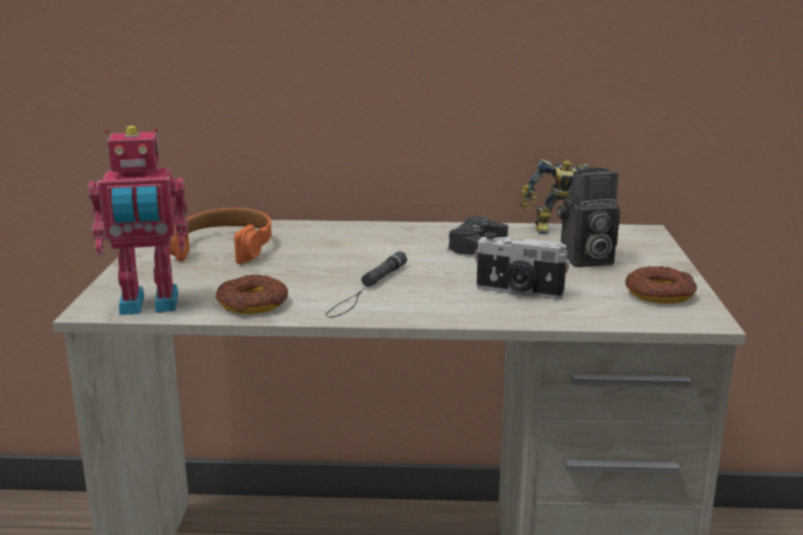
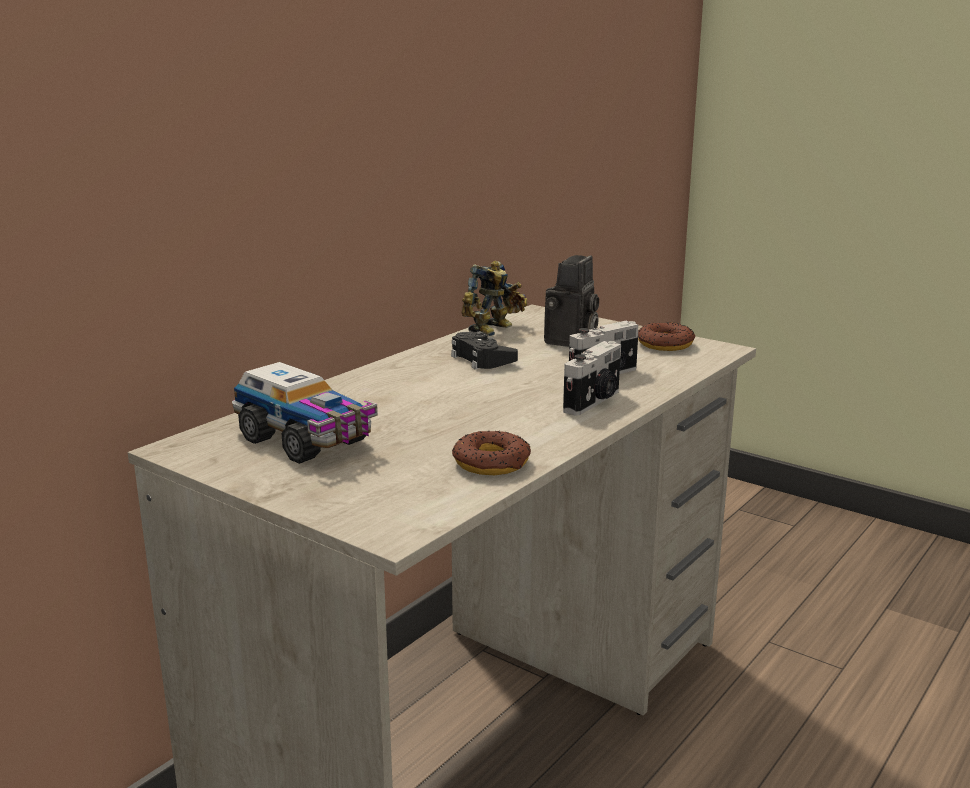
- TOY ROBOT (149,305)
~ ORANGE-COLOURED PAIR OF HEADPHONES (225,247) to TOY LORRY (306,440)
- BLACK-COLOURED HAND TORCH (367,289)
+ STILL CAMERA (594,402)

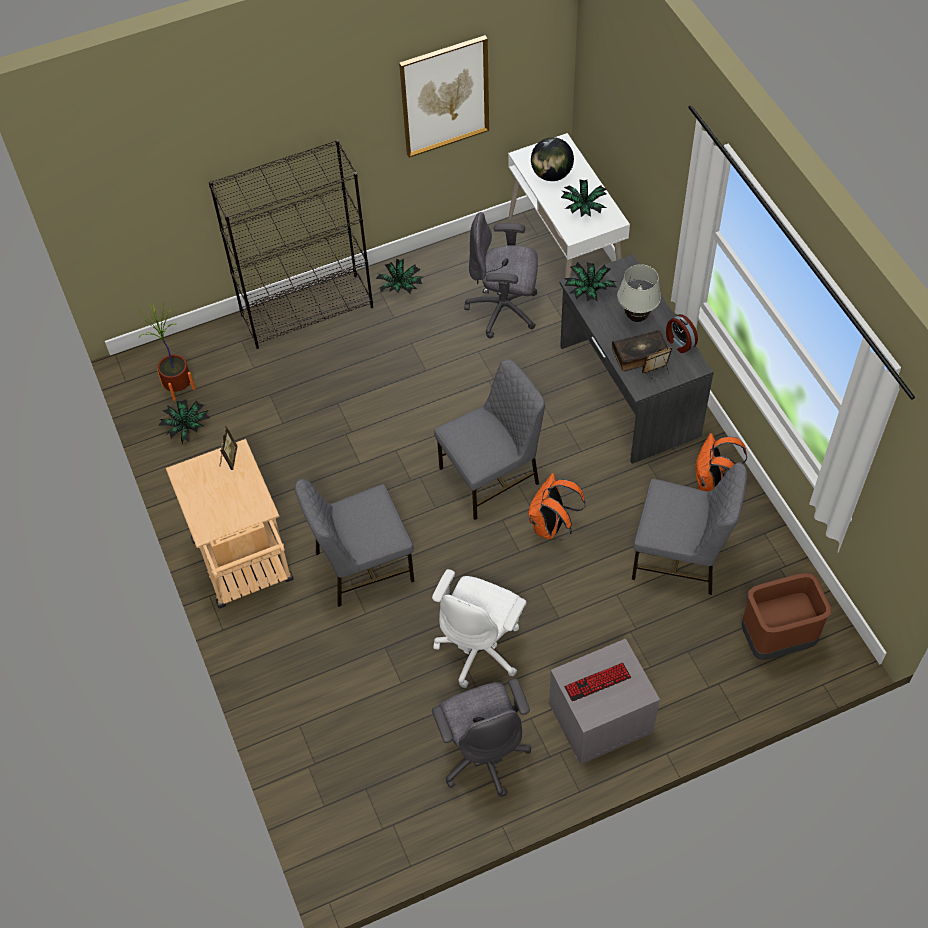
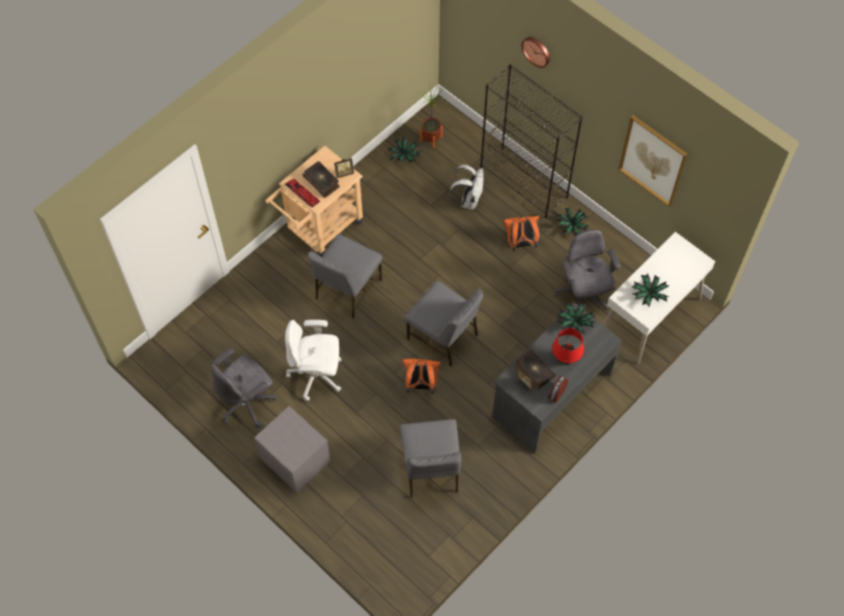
- WORLD GLOBE (551,174)
~ WHITE-COLOURED LAMP FOR A TABLE (637,317) to RED-COLOURED LAMP FOR A TABLE (565,359)
~ ORANGE-COLOURED KNAPSACK (712,486) to (520,244)
~ GREY PLAIN CHAIR (362,566) = (347,289) 105 degrees counterclockwise
- BROWNISH WASTE BIN (776,639)
~ COMPUTER KEYBOARD (597,682) to (302,193)
+ HANGING CLOCK (537,51)
+ VOLUME (322,182)
+ WHITE-COLOURED KNAPSACK (468,200)

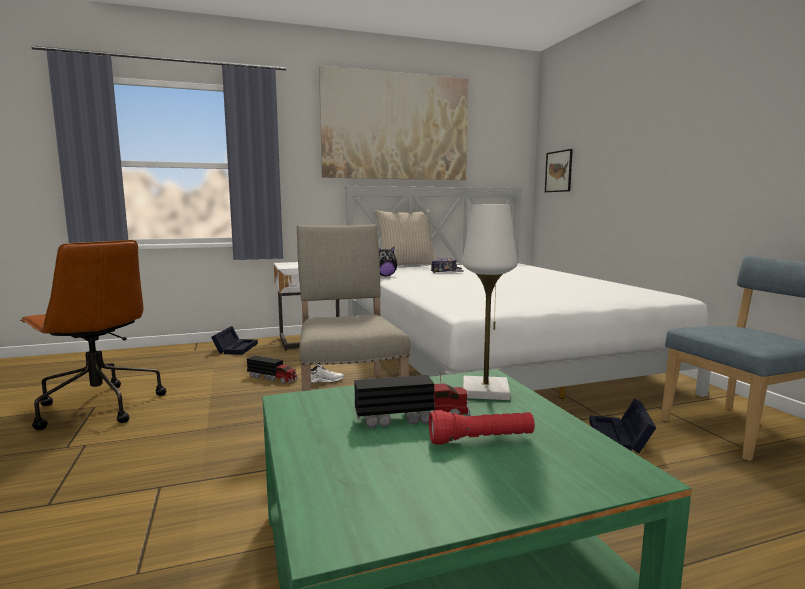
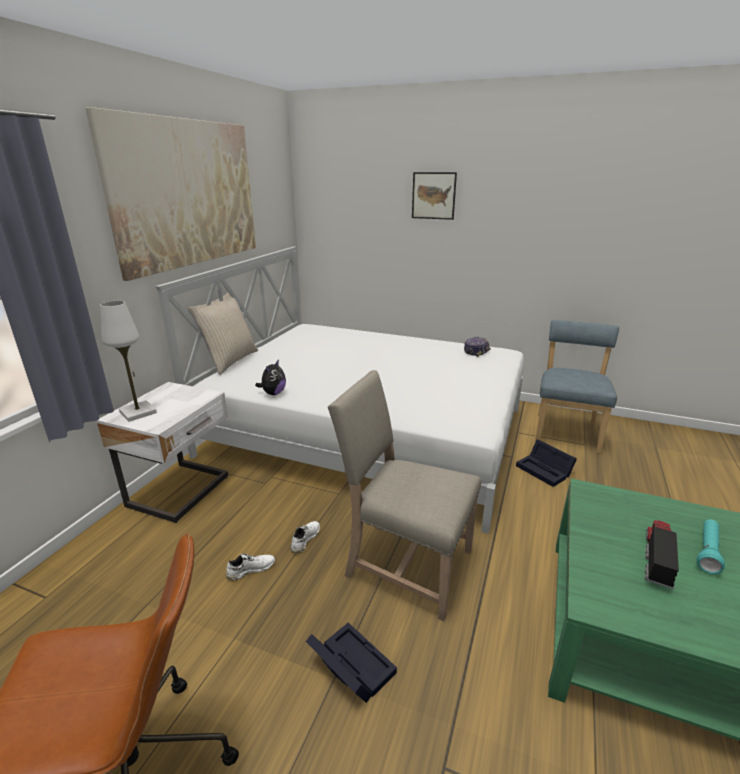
~ WALL ART (558,171) to (433,195)
~ WHITE-COLOURED LAMP FOR A TABLE (485,391) to (138,412)
~ BASEBALL CAP (446,272) to (476,351)
~ BLACK-COLOURED STORAGE BIN (235,348) to (349,666)
~ TOY LORRY (273,378) to WHITE-COLOURED ITEM OF FOOTWEAR (251,569)
~ RED-COLOURED HAND TORCH (481,440) to TURQUOISE-COLOURED HAND TORCH (707,552)

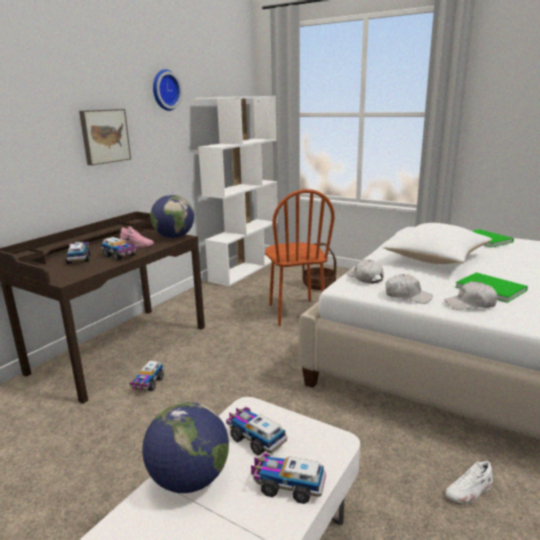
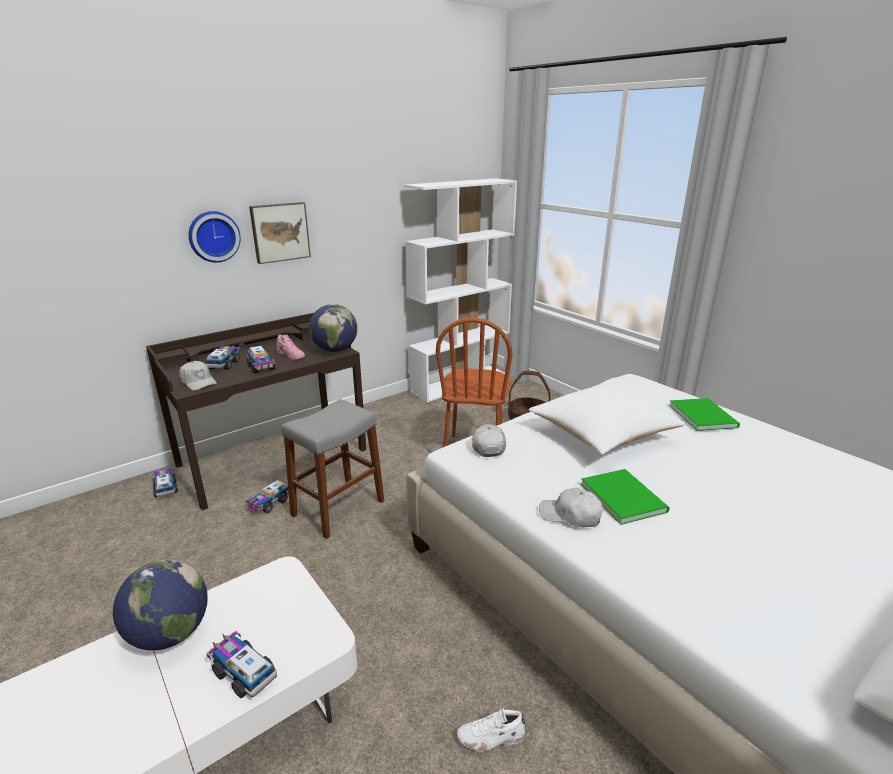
~ HANGING CLOCK (164,90) to (213,236)
~ WHITE-COLOURED BASEBALL CAP (407,296) to (198,382)
~ TOY LORRY (255,438) to (166,488)
+ GREY SITTING STOOL (338,508)

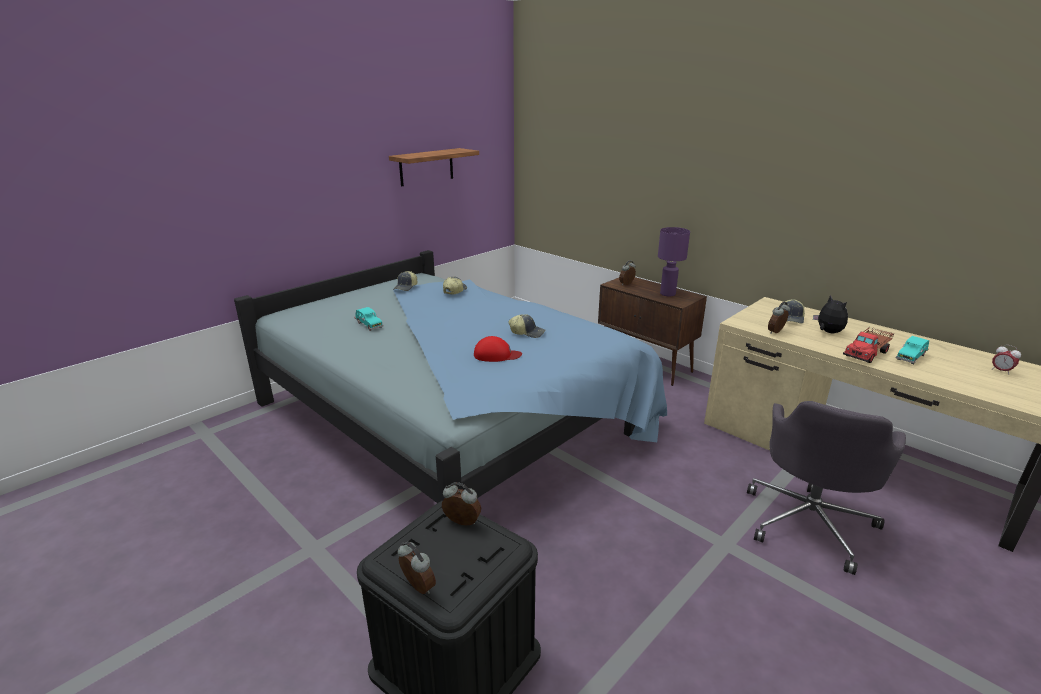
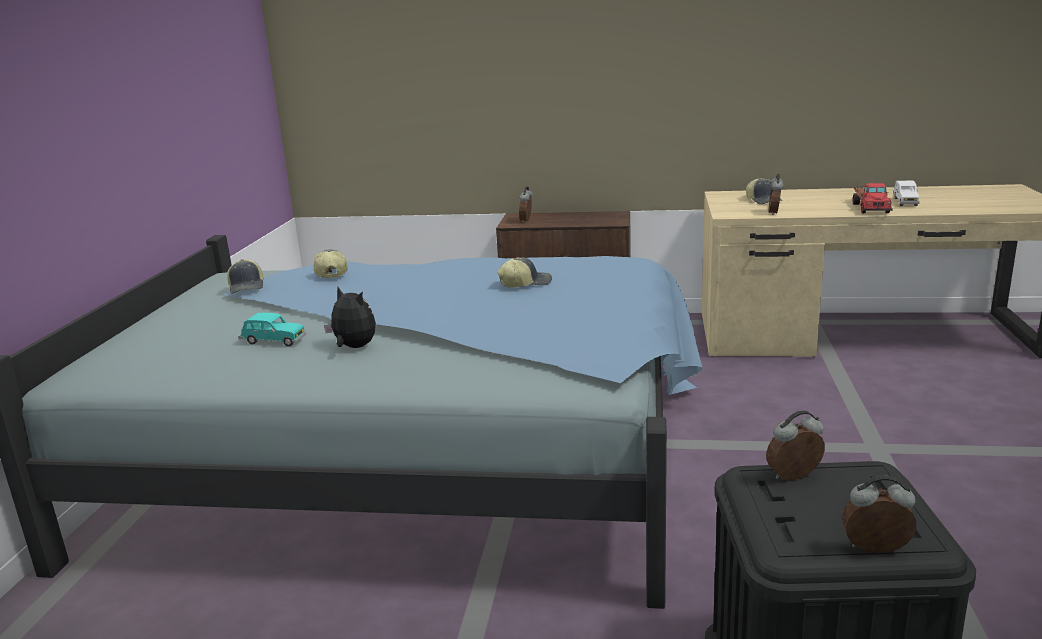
- WALL SHELF (426,167)
- PURPLISH LAMP FOR A TABLE (667,294)
~ PLUSH TOY (827,332) to (353,347)
- RED-COLOURED BASEBALL CAP (496,355)
~ TURQUOISE-COLOURED TOY CAR (911,357) to WHITE-COLOURED TOY CAR (905,202)
- ALARM CLOCK (1001,371)
- GREY OFFICE CHAIR (809,522)

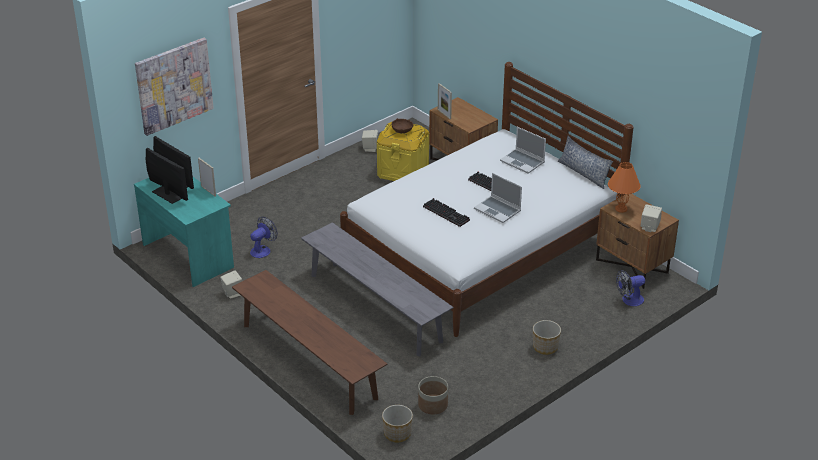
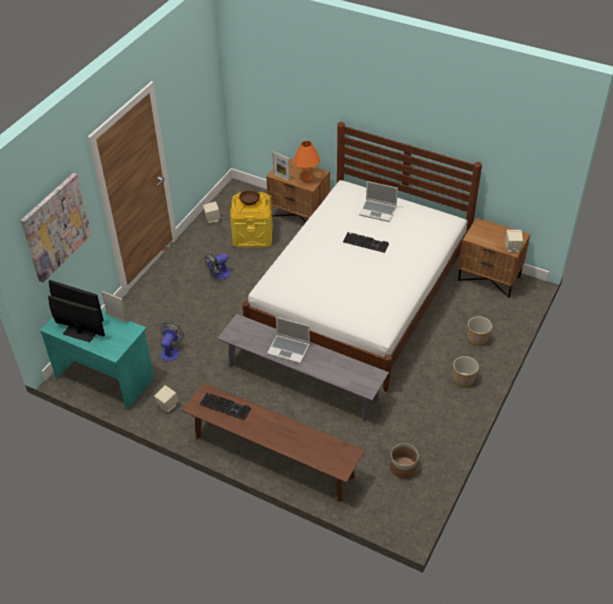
- CUSHION (583,173)
~ ORANGE-COLOURED LAMP FOR A TABLE (621,209) to (307,178)
~ NOTEBOOK COMPUTER (498,210) to (289,349)
~ COMPUTER KEYBOARD (447,213) to (226,406)
~ ELECTRIC FAN (629,300) to (219,275)
~ FLOWER POT (397,433) to (477,338)

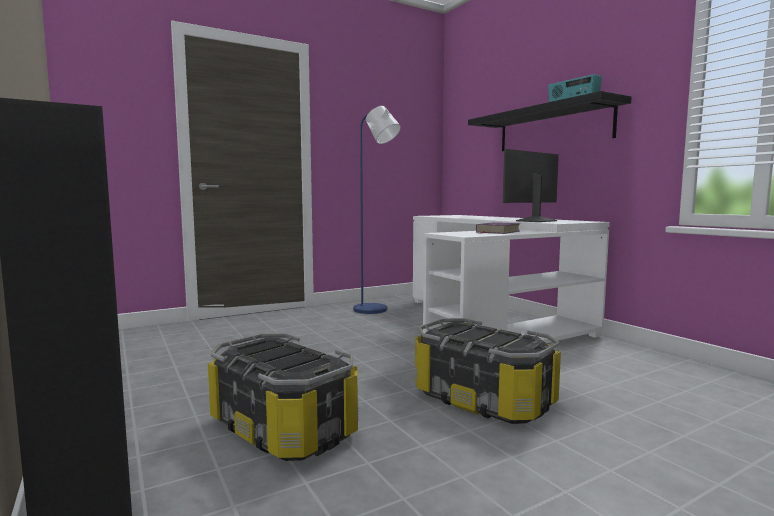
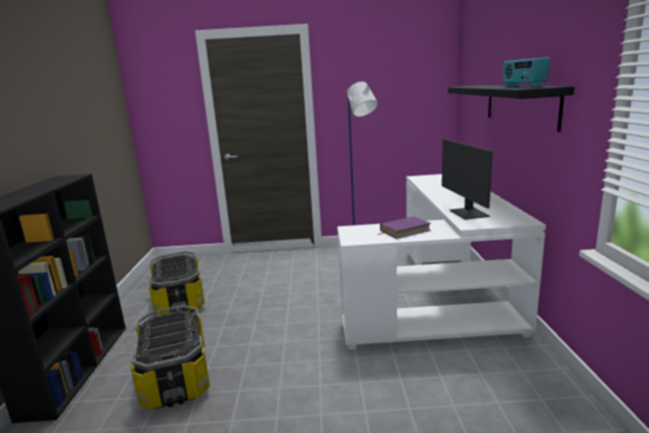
~ COMPUTER SCREEN (535,221) = (468,213) 90 degrees counterclockwise
~ STORAGE BIN (483,399) to (180,300)

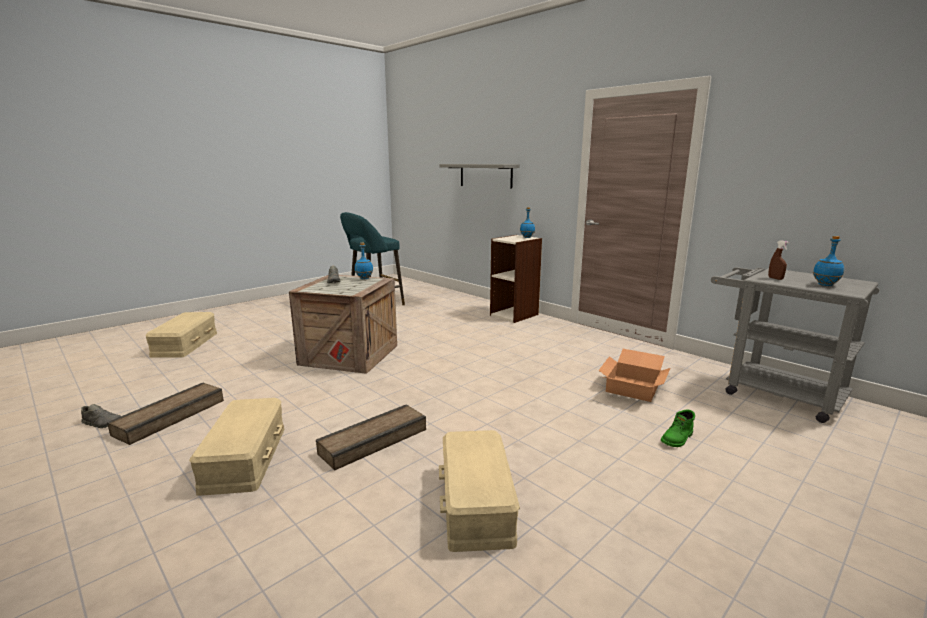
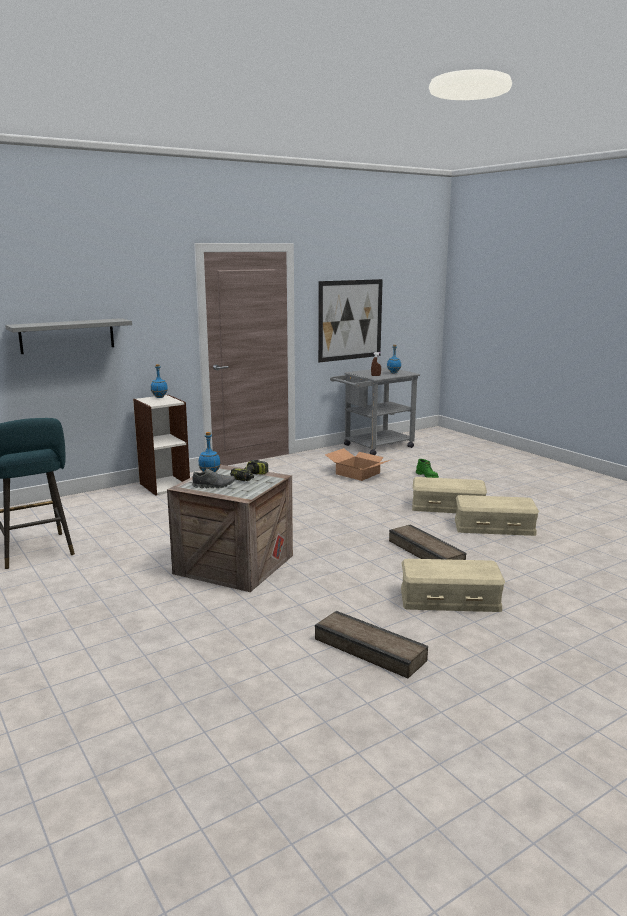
~ BEIGE STORAGE BIN (184,344) to (447,506)
- GREY ITEM OF FOOTWEAR (102,423)
+ WALL ART (350,320)
+ ELECTRIC DRILL (250,477)

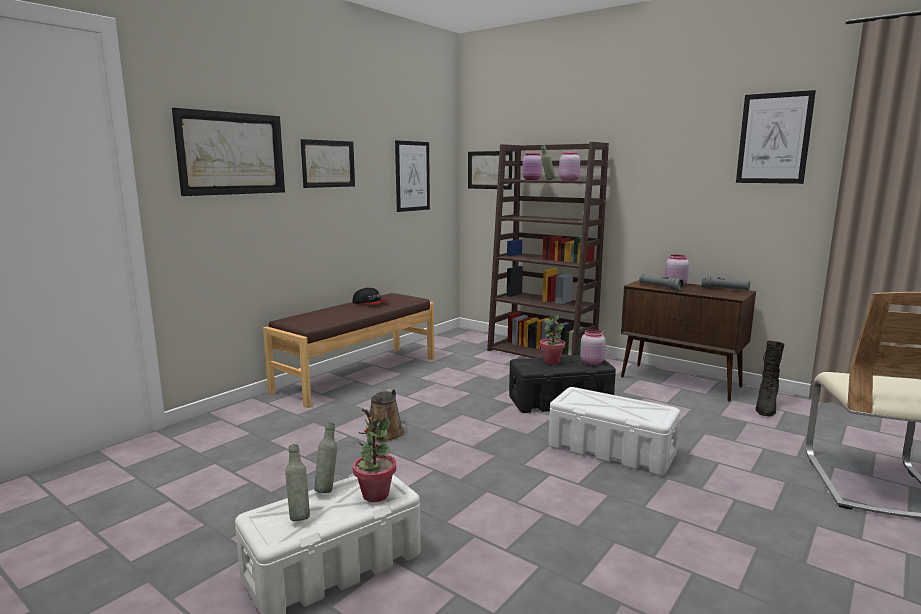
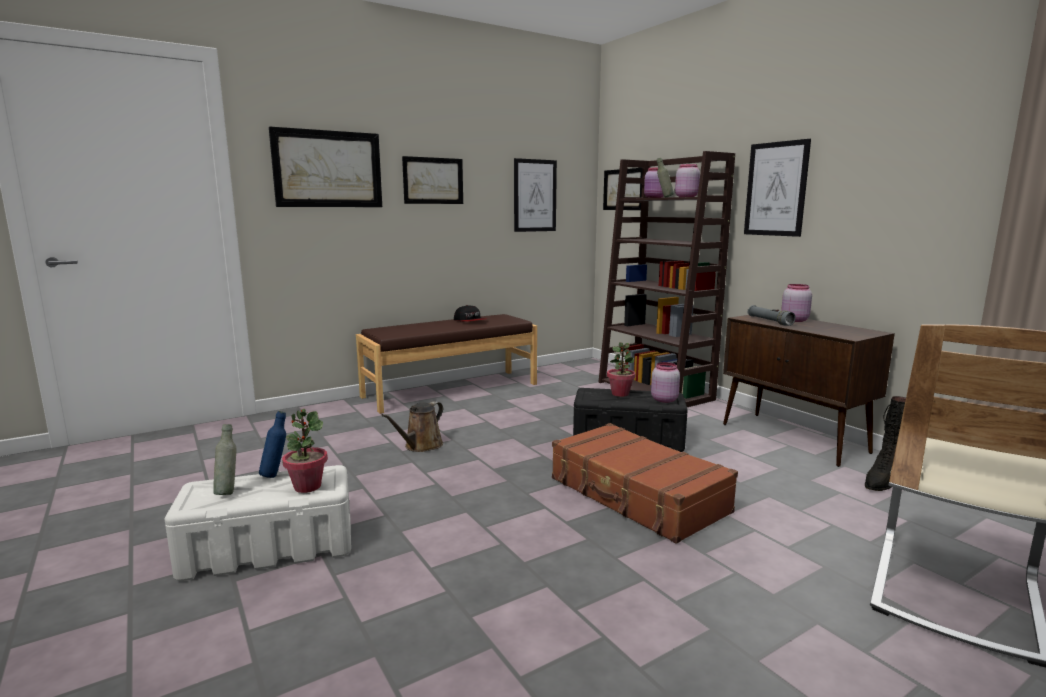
~ WALL ART (774,138) to (776,189)
- GREY HAND TORCH (725,289)
~ WHITE-COLOURED STORAGE BIN (612,450) to BROWNISH SUITCASE (636,496)
~ GREY BOTTLE (327,489) to BLUISH BOTTLE (276,474)

